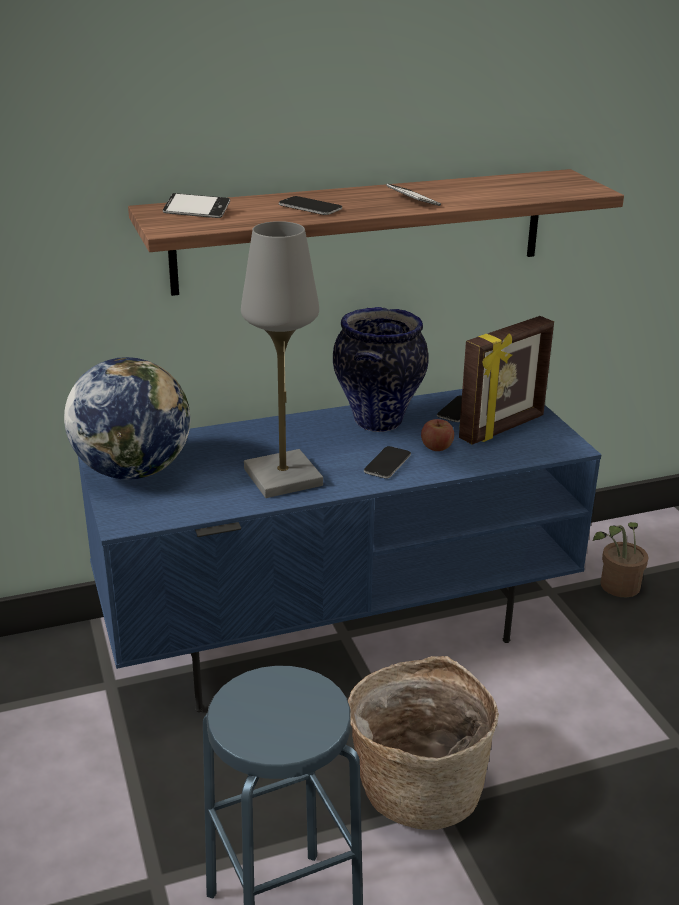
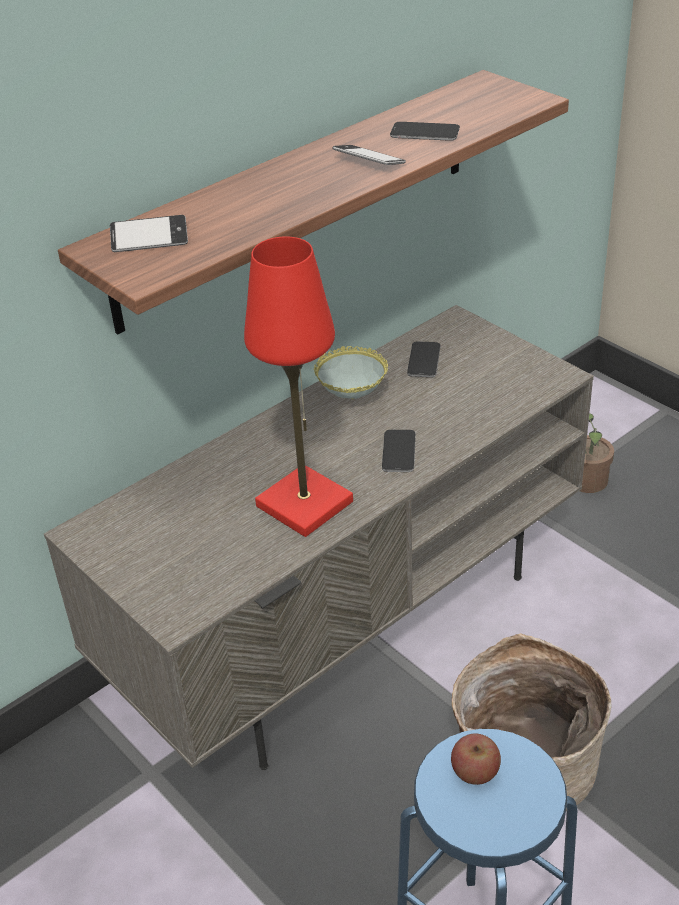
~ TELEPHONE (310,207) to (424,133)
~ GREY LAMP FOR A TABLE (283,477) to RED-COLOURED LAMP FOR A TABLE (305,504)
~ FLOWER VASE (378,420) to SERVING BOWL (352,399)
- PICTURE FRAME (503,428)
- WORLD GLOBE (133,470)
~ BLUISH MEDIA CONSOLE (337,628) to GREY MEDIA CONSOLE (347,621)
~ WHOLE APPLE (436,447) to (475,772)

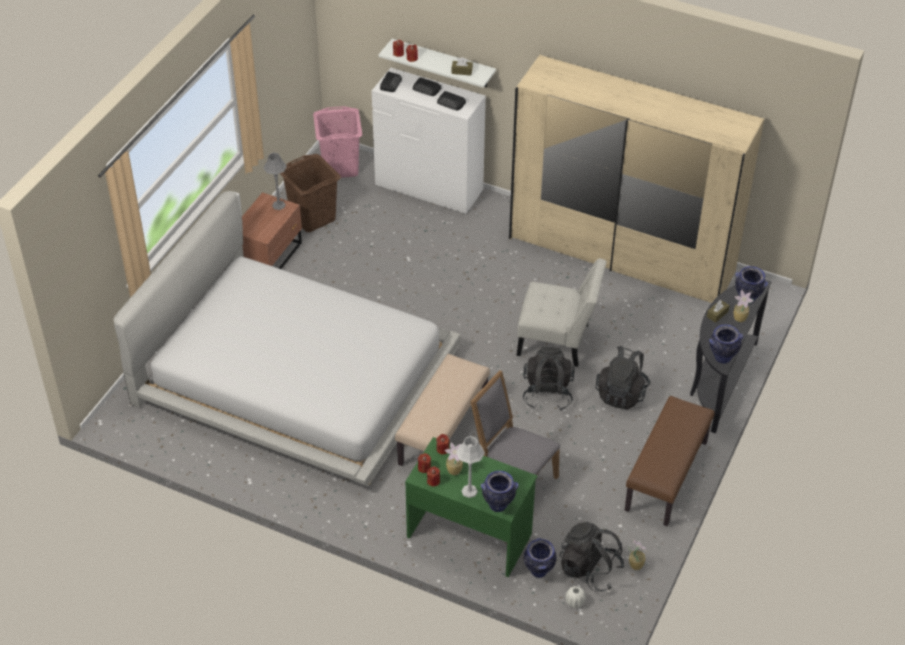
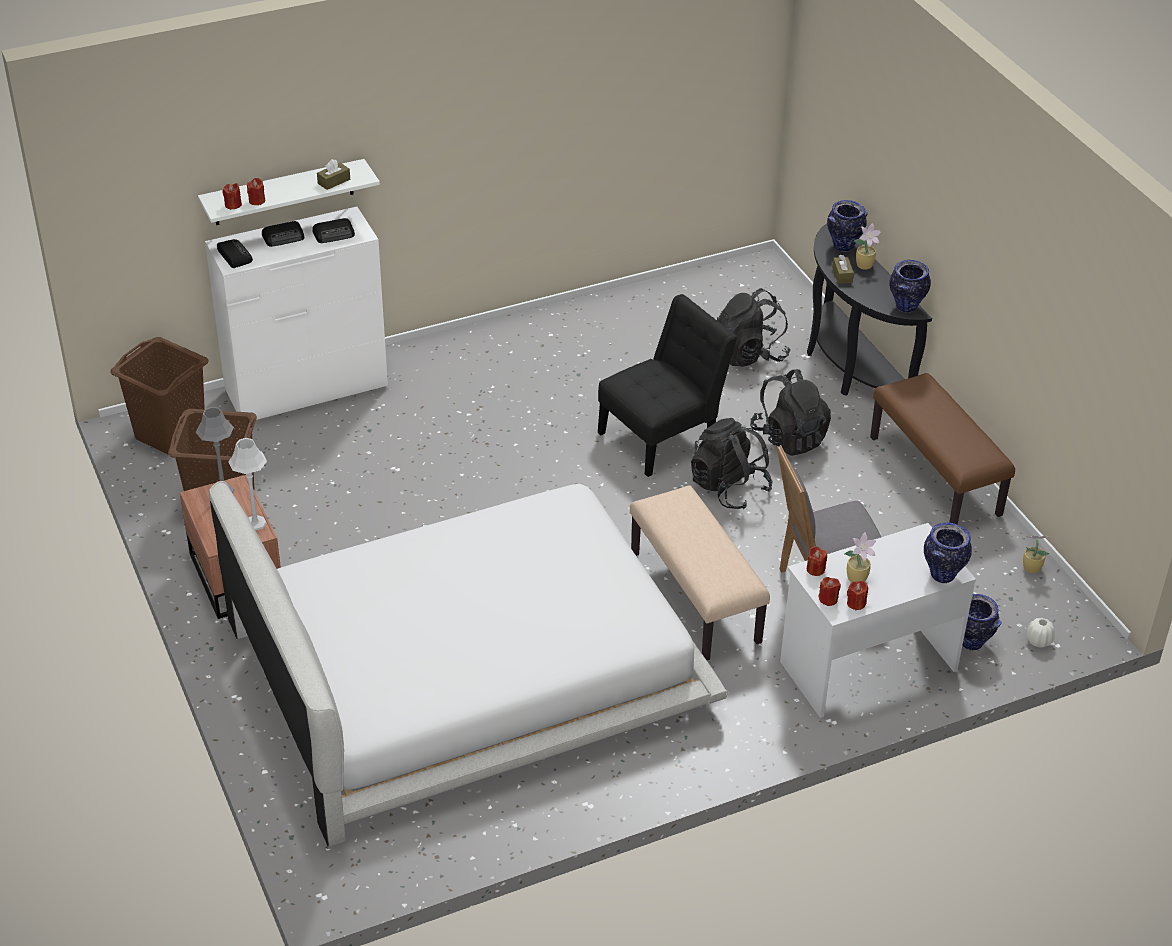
- BEIGE ARMOIRE (622,255)
~ PINK-COLOURED WASHING BASKET (340,167) to BROWNISH WASHING BASKET (170,433)
~ WHITE-COLOURED PLAIN CHAIR (558,341) to BLACK-COLOURED PLAIN CHAIR (663,436)
~ GREY LAMP FOR A TABLE (469,491) to (255,523)
~ GREEN-COLOURED DESK UNIT (470,534) to WHITE-COLOURED DESK UNIT (867,664)
~ BLACK-COLOURED KNAPSACK (589,569) to (750,354)

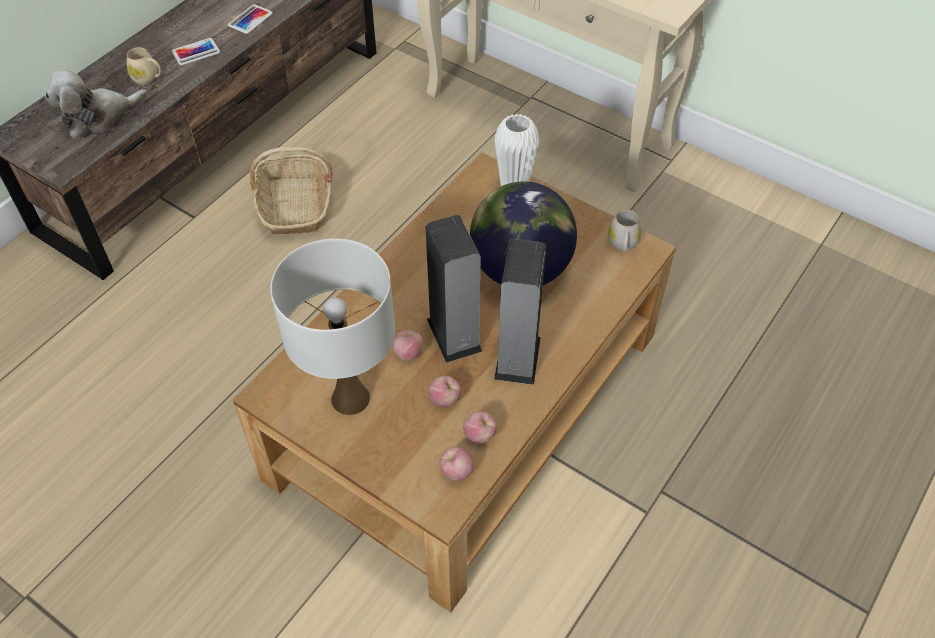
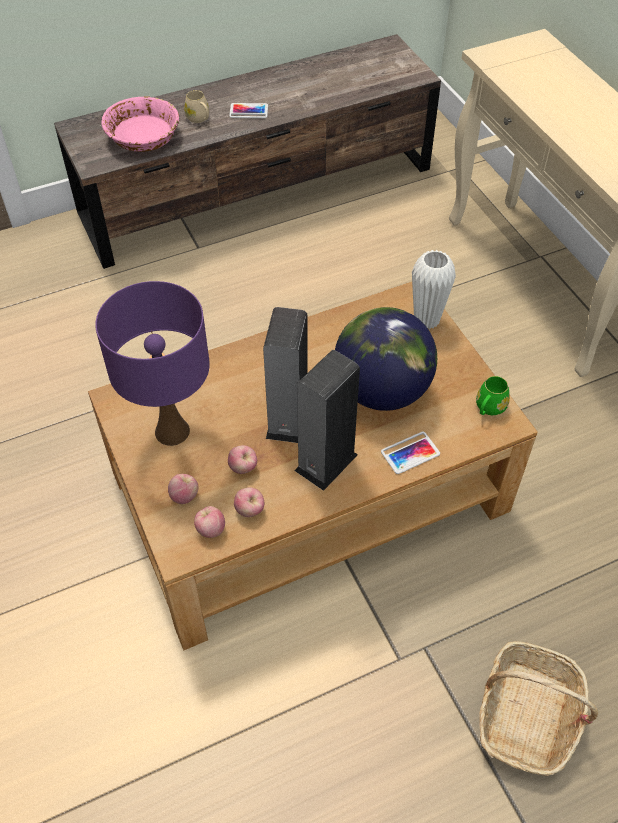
~ TELEPHONE (250,19) to (410,453)
~ PLUSH TOY (99,118) to PINK-COLOURED SERVING BOWL (143,137)
~ BASKET (295,205) to (527,715)
~ WHITE-COLOURED MUG (622,244) to GREEN-COLOURED MUG (488,408)
~ WHITE-COLOURED LAMP FOR A TABLE (351,398) to PURPLISH LAMP FOR A TABLE (173,431)
~ WHOLE APPLE (408,353) to (184,496)

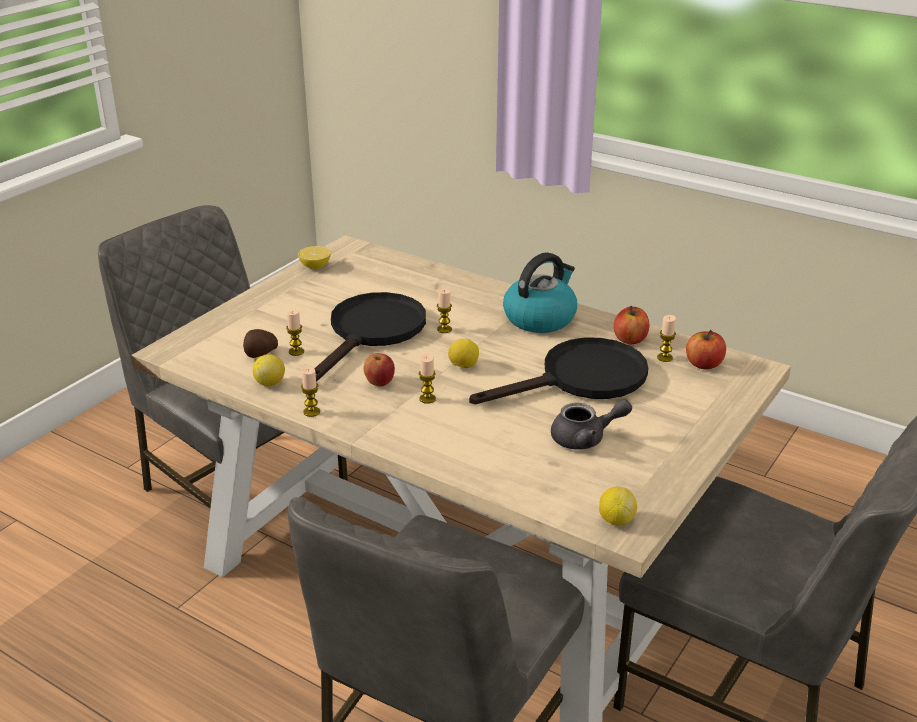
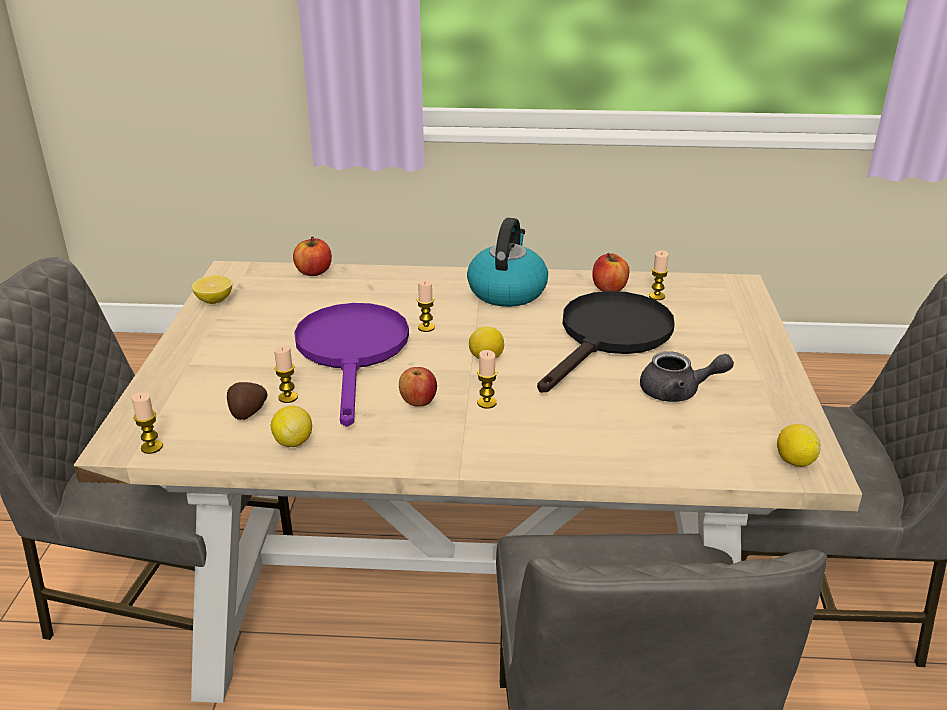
~ BLACK-COLOURED PAN (372,333) to PURPLISH PAN (353,352)
~ WHOLE APPLE (704,364) to (314,272)
~ WAX CANDLE (311,412) to (151,447)
~ GREY POT FOR TEA (586,438) = (678,392) 45 degrees clockwise

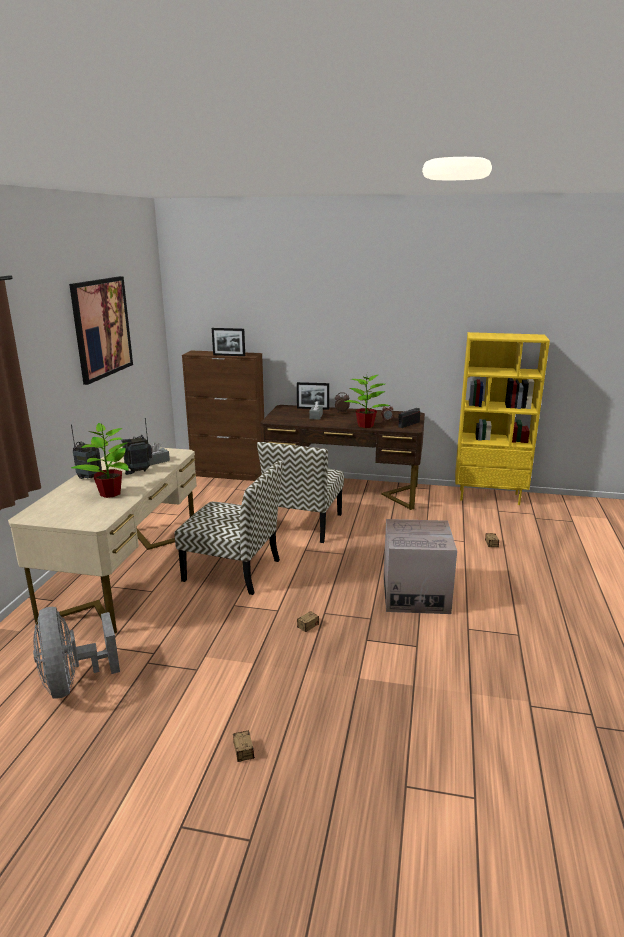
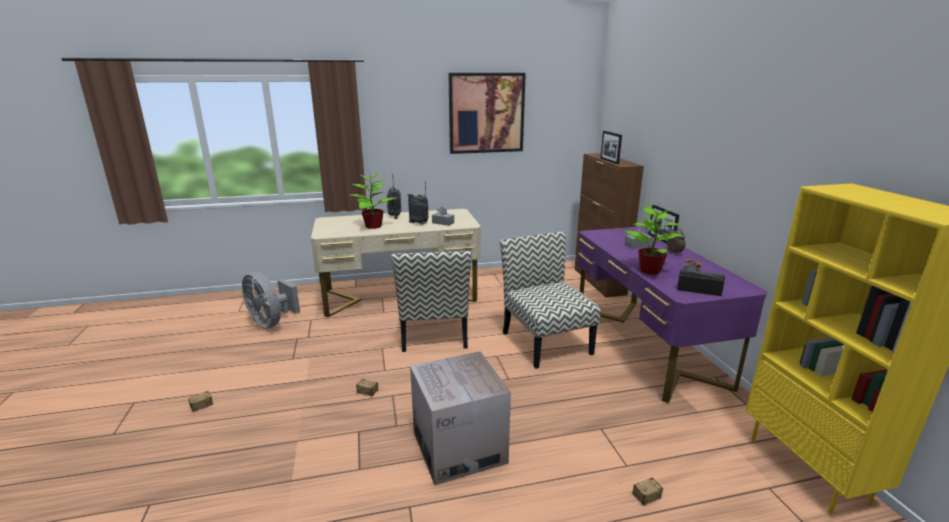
~ BROWNISH DESK UNIT (343,491) to PURPLISH DESK UNIT (646,344)
~ PLAIN CHAIR (304,524) = (545,342) 75 degrees clockwise
~ GREY ELECTRIC FAN (73,682) = (271,322) 90 degrees counterclockwise

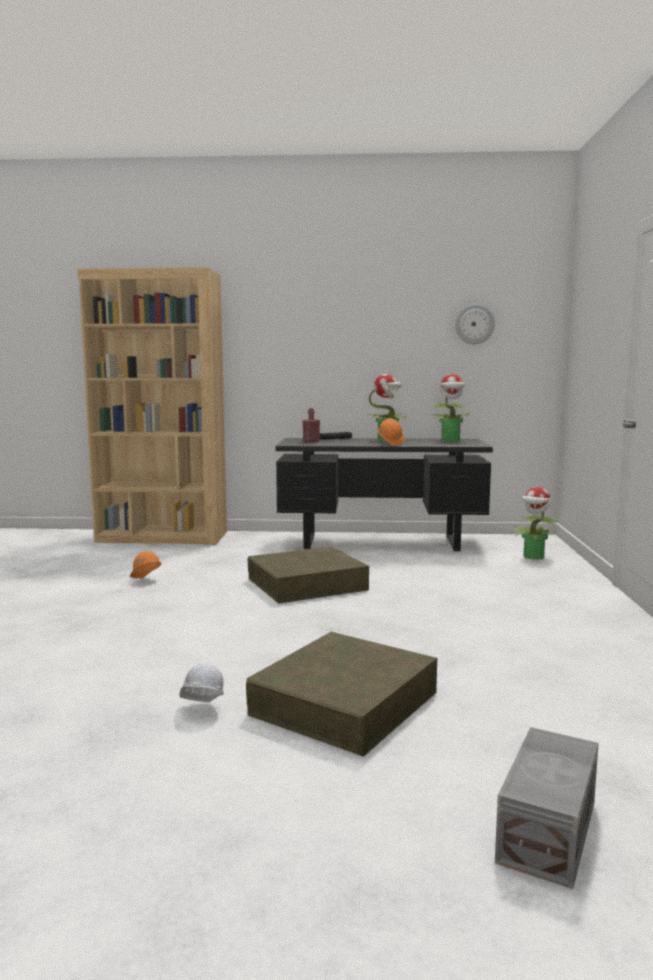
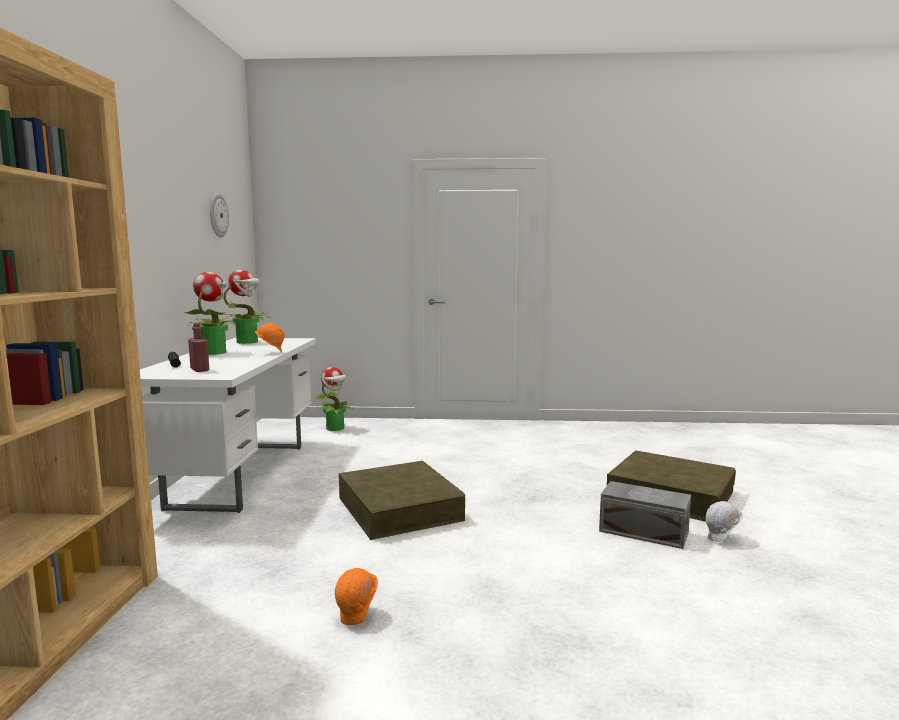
~ BLACK-COLOURED DESK UNIT (381,542) to WHITE-COLOURED DESK UNIT (240,474)
~ GREY STORAGE BIN (550,831) to (642,531)

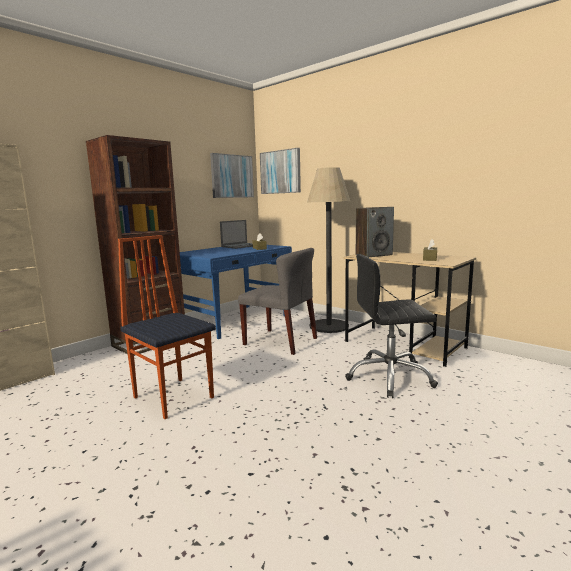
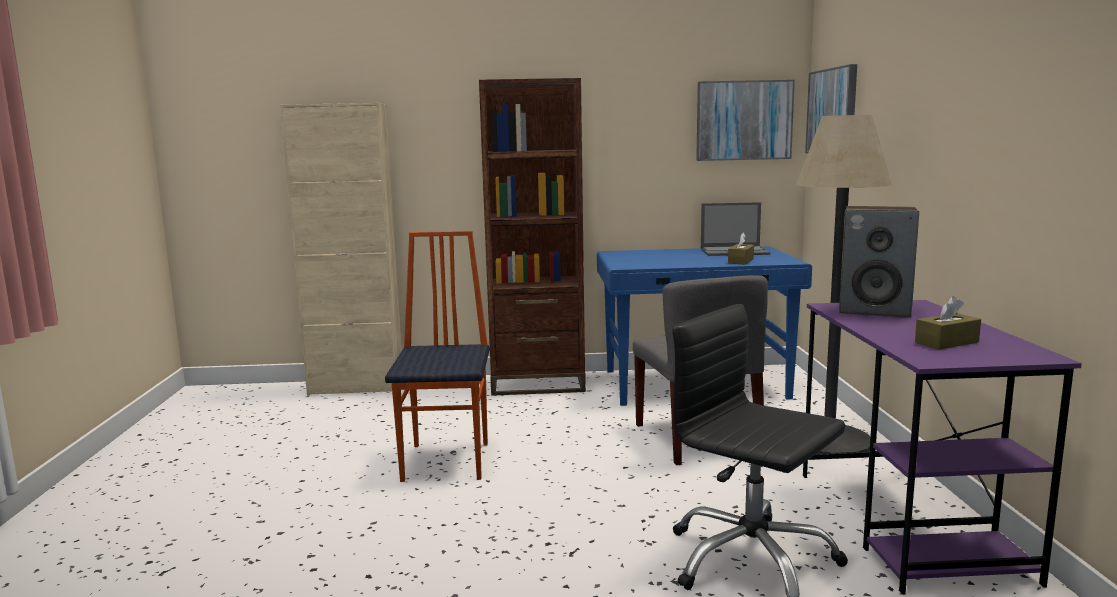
~ BEIGE DESK UNIT (405,345) to PURPLISH DESK UNIT (908,524)

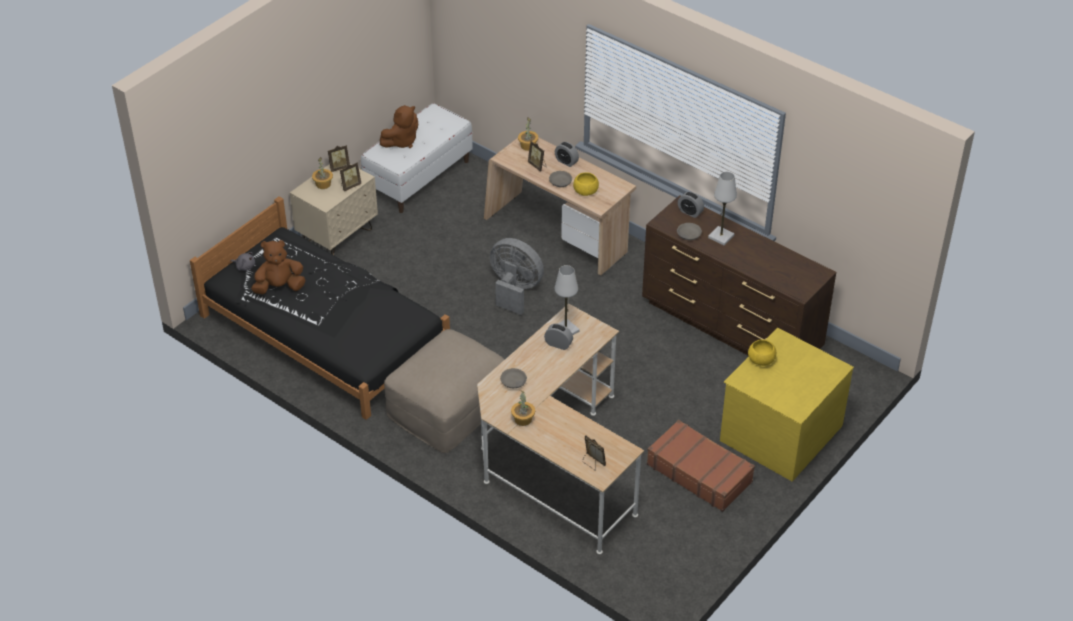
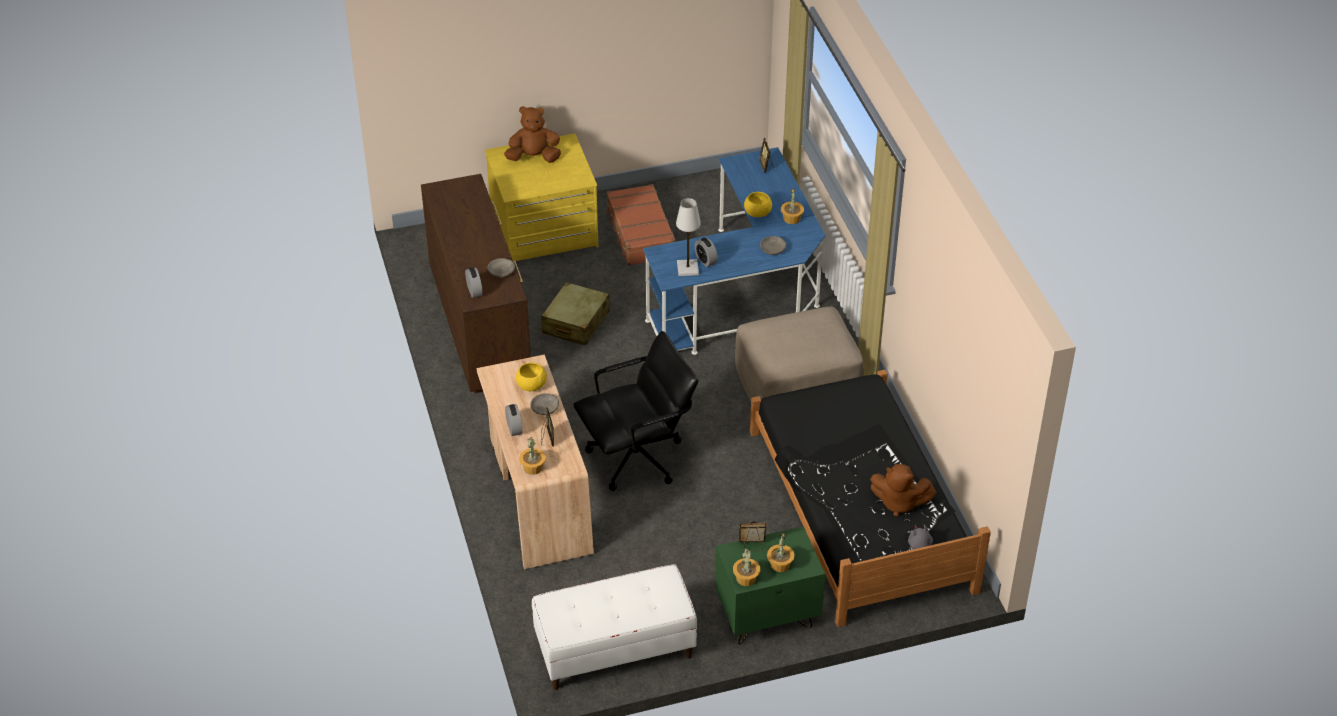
~ BROWNISH PLUSH TOY (401,141) to (534,157)
~ PICTURE FRAME (339,167) to PLANT IN A POT (746,578)
~ BEIGE BEDSIDE TABLE (338,236) to GREEN-COLOURED BEDSIDE TABLE (766,617)
- WHITE-COLOURED LAMP FOR A TABLE (721,236)
~ GREY ELECTRIC FAN (514,290) to BLACK-COLOURED OFFICE CHAIR (637,458)
~ BEIGE DESK UNIT (555,459) to BLUISH DESK UNIT (744,296)
~ YELLOW-COLOURED SERVING BOWL (761,360) to (757,213)
+ BEIGE SUITCASE (575,323)

